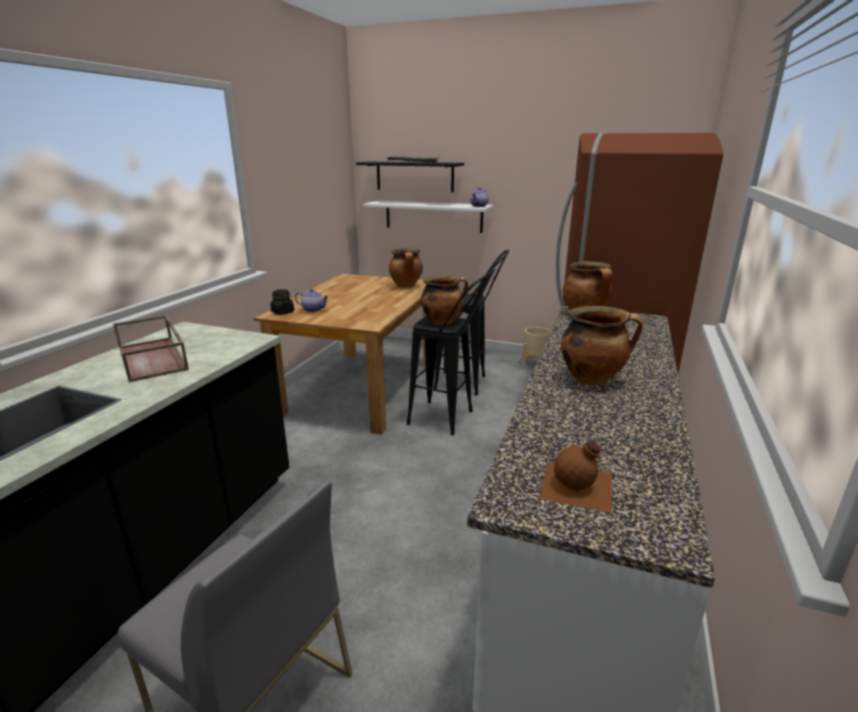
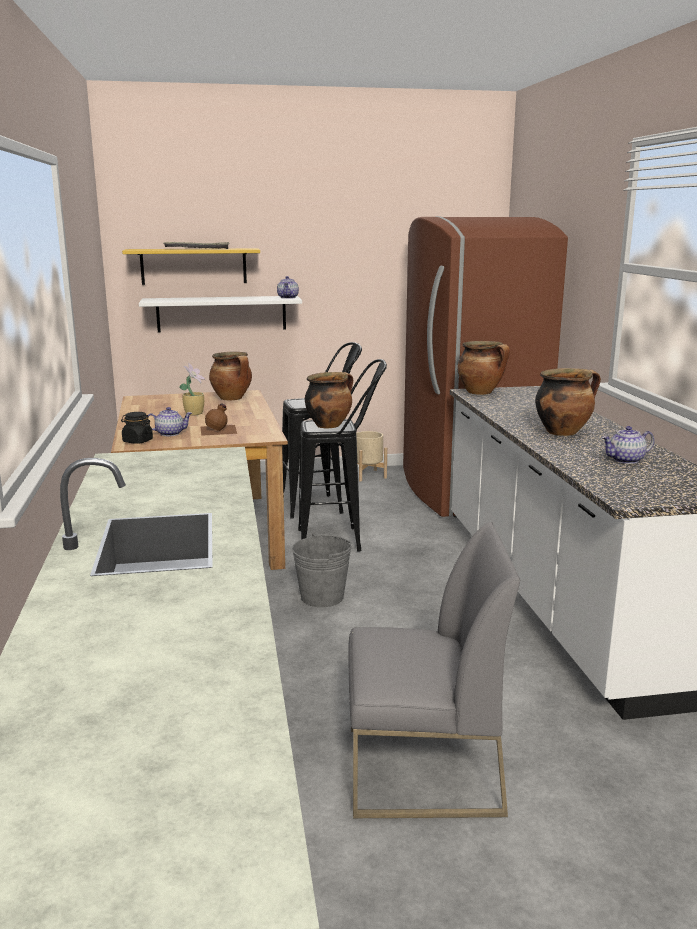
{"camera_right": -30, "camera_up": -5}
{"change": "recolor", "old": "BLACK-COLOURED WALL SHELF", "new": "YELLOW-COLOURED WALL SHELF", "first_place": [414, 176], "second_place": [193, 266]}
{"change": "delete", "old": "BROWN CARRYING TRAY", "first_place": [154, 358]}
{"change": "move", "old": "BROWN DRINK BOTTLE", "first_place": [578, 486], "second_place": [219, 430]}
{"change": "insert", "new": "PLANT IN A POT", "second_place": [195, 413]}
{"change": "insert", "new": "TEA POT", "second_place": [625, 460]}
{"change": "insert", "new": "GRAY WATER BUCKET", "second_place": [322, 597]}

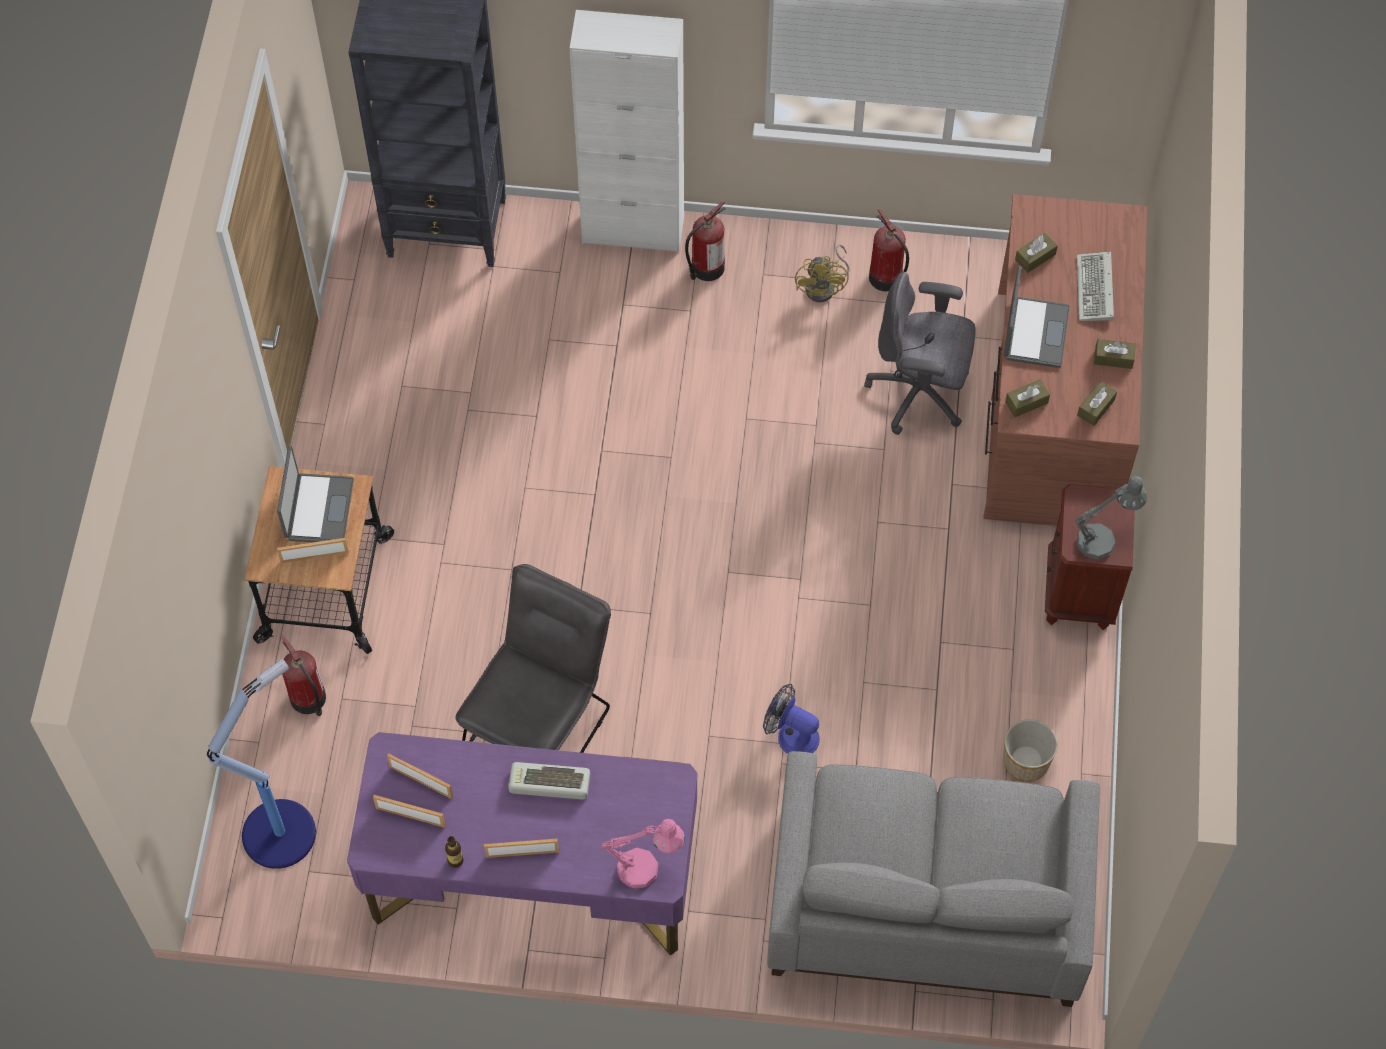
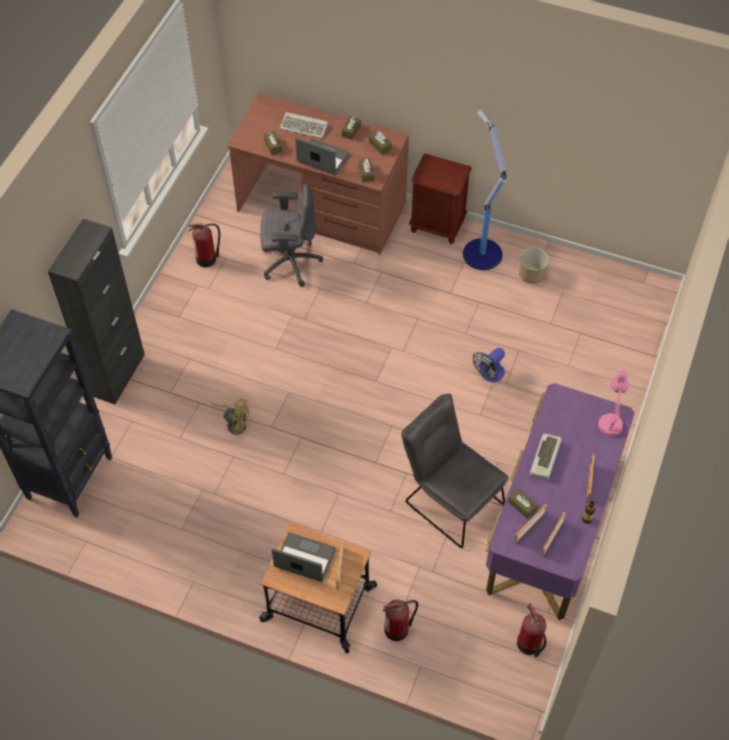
{"camera_right": -75, "camera_up": -5}
{"change": "recolor", "old": "WHITE CABINET", "new": "BLACK-COLOURED CABINET", "first_place": [633, 229], "second_place": [117, 375]}
{"change": "move", "old": "FIRE EXTINGUISHER", "first_place": [706, 268], "second_place": [529, 644]}
{"change": "move", "old": "YELLOW-COLOURED COOLING FAN", "first_place": [825, 287], "second_place": [235, 423]}
{"change": "rotate", "old": "GRAY OFFICE CHAIR", "first_place": [920, 393], "second_place": [290, 262], "degrees": -120}
{"change": "delete", "old": "GRAY TABLETOP LAMP", "first_place": [1103, 539]}
{"change": "move", "old": "STANDARD LAMP", "first_place": [281, 831], "second_place": [481, 253]}
{"change": "delete", "old": "GRAY SETTEE", "first_place": [927, 900]}
{"change": "insert", "new": "BROWN TISSUE BOX", "second_place": [522, 506]}

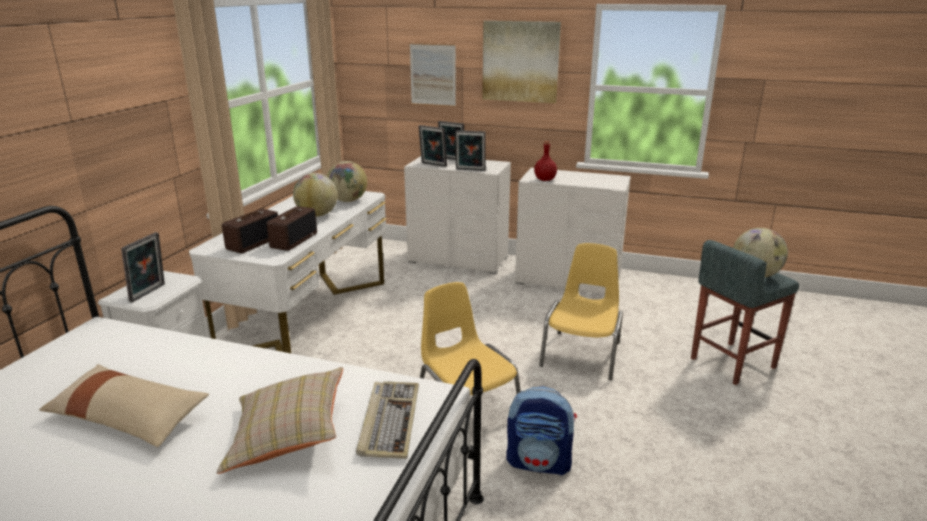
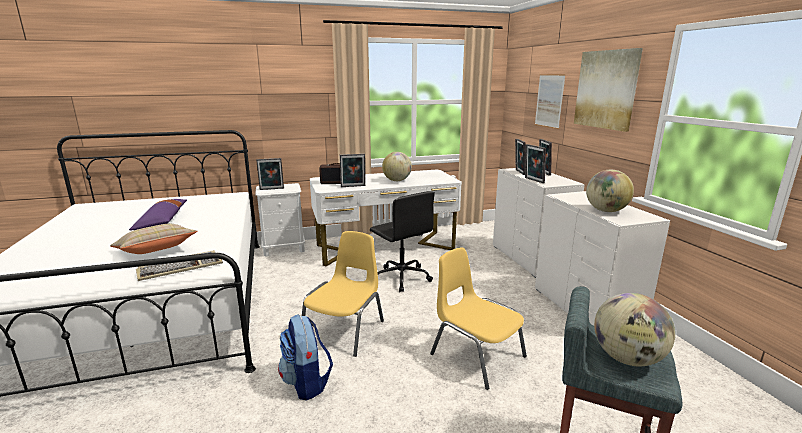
{"camera_right": 55, "camera_up": -5}
{"change": "delete", "old": "RED-COLOURED DRINK BOTTLE", "first_place": [544, 180]}
{"change": "move", "old": "DESK GLOBE", "first_place": [348, 201], "second_place": [606, 211]}
{"change": "replace", "old": "RADIO", "new": "STANDING FRAME", "first_place": [294, 240], "second_place": [353, 186]}
{"change": "rotate", "old": "YELLOW-COLOURED UPRIGHT CHAIR", "first_place": [582, 354], "second_place": [476, 355], "degrees": -120}
{"change": "recolor", "old": "SAND-COLOURED THROW PILLOW", "new": "PURPLE-COLOURED THROW PILLOW", "first_place": [128, 417], "second_place": [162, 222]}
{"change": "insert", "new": "BLACK-COLOURED OFFICE CHAIR", "second_place": [401, 277]}

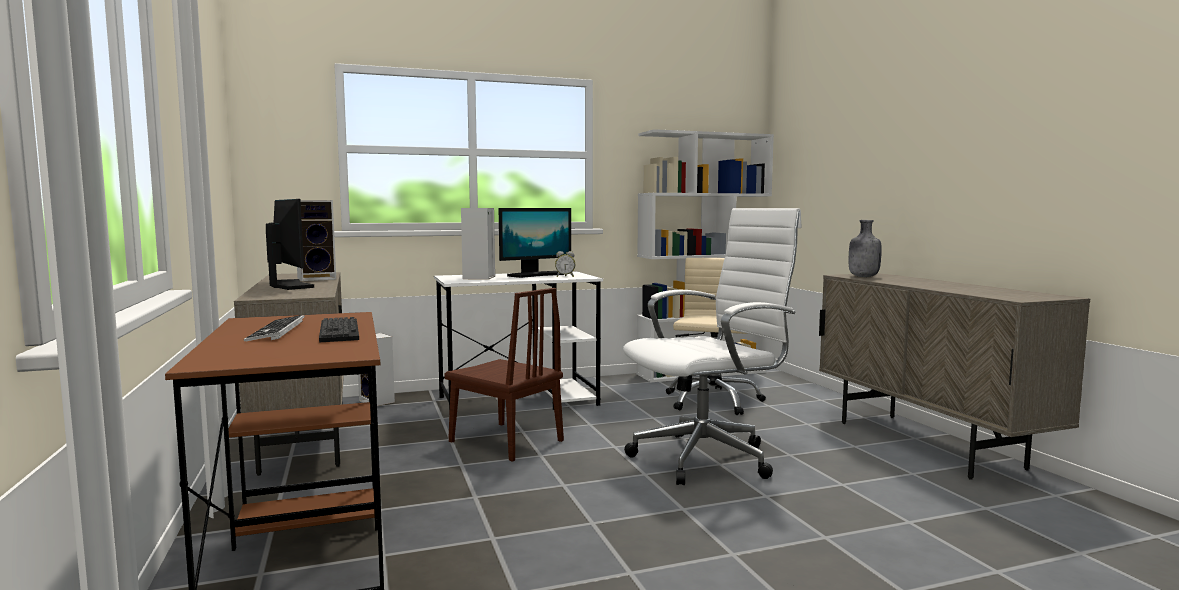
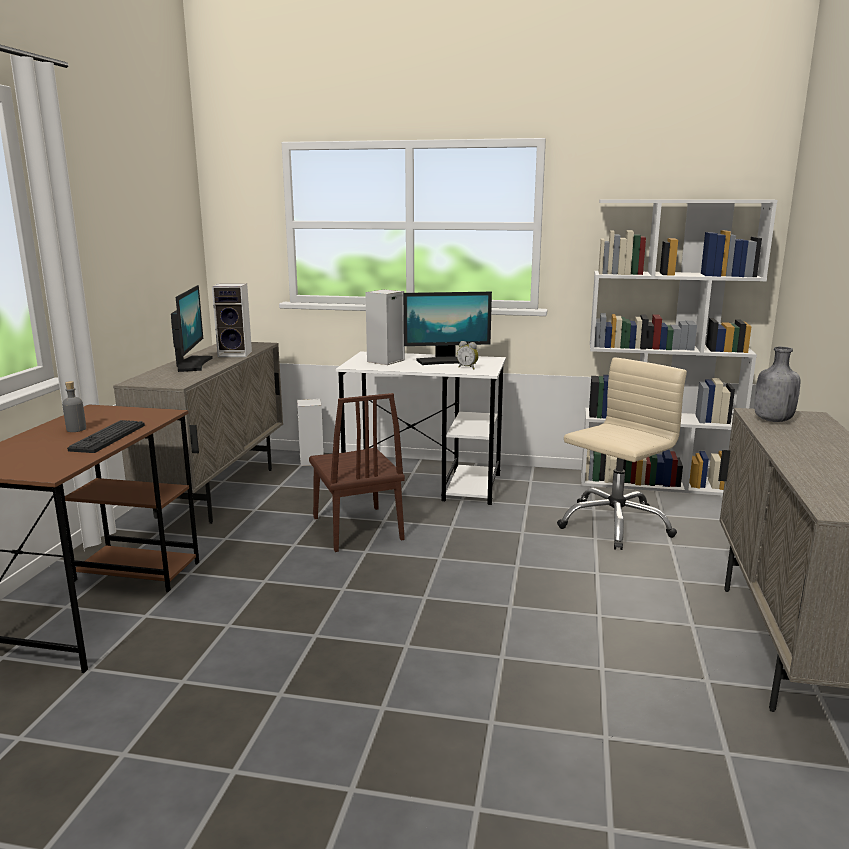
{"camera_right": 30, "camera_up": 10}
{"change": "delete", "old": "WHITE OFFICE CHAIR", "first_place": [708, 457]}
{"change": "replace", "old": "KEYBOARD", "new": "GRAY DRINK BOTTLE", "first_place": [276, 331], "second_place": [76, 429]}

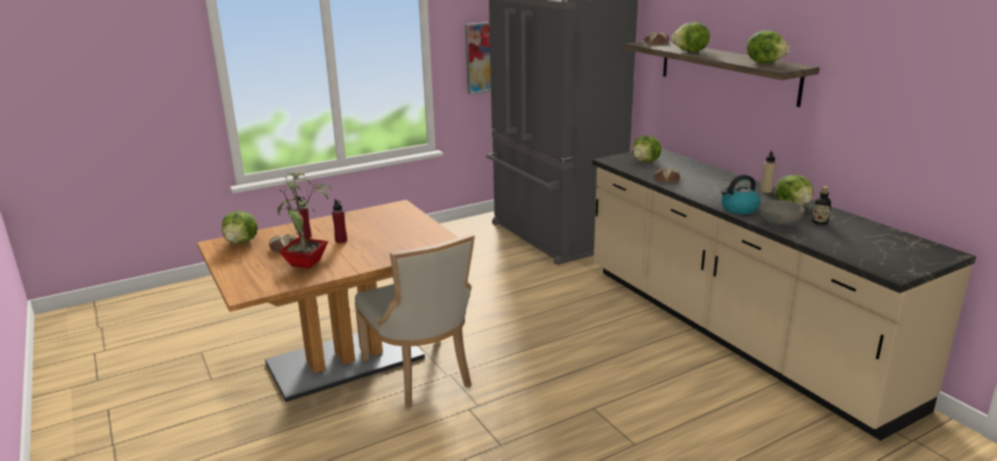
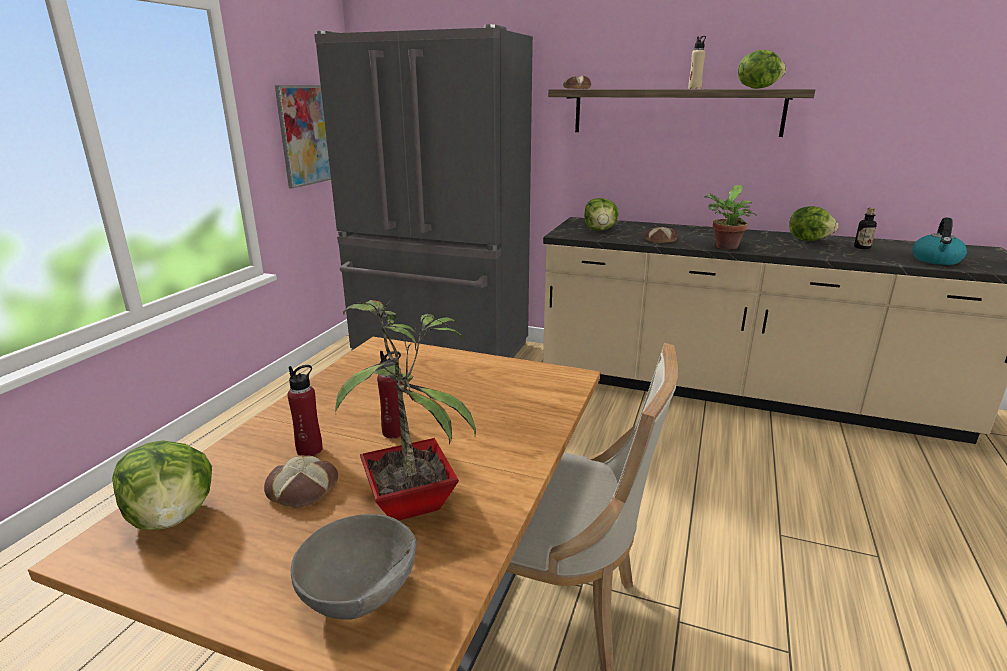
{"camera_right": -40, "camera_up": 0}
{"change": "delete", "old": "LETTUCE HEAD", "first_place": [690, 52]}
{"change": "move", "old": "SAND-COLOURED DRINK BOTTLE", "first_place": [766, 191], "second_place": [694, 88]}
{"change": "move", "old": "WATER KETTLE", "first_place": [739, 209], "second_place": [936, 260]}
{"change": "move", "old": "GRAY SERVING BOWL", "first_place": [779, 224], "second_place": [360, 592]}
{"change": "insert", "new": "PLANT IN A POT", "second_place": [725, 247]}

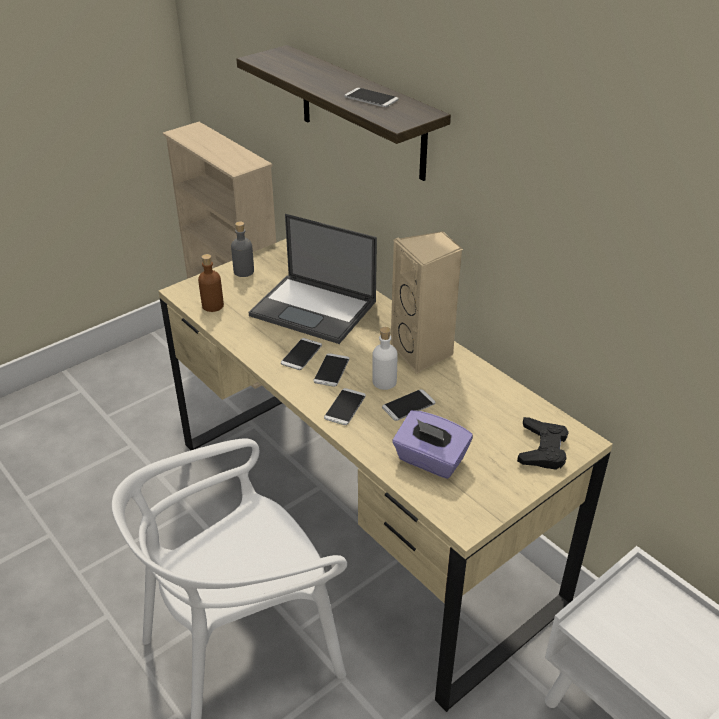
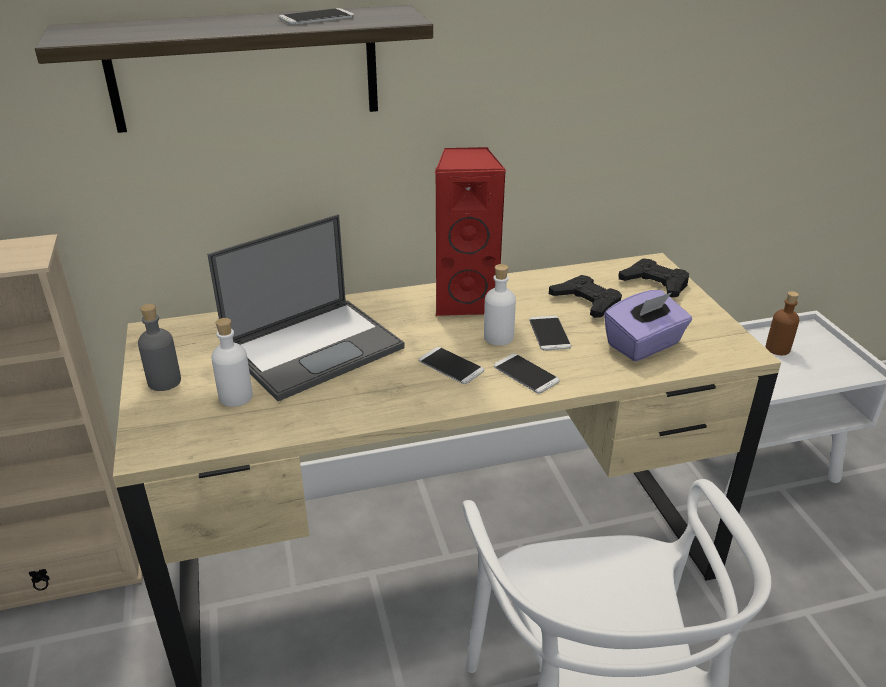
{"camera_right": -65, "camera_up": -5}
{"change": "recolor", "old": "SAND-COLOURED SPEAKER", "new": "RED-COLOURED SPEAKER", "first_place": [423, 353], "second_place": [466, 301]}
{"change": "move", "old": "BROWN DRINK BOTTLE", "first_place": [212, 305], "second_place": [777, 349]}
{"change": "delete", "old": "TELEPHONE", "first_place": [301, 354]}
{"change": "insert", "new": "BLACK-COLOURED GAMEPAD", "second_place": [586, 302]}
{"change": "insert", "new": "WHITE DRINK BOTTLE", "second_place": [236, 396]}

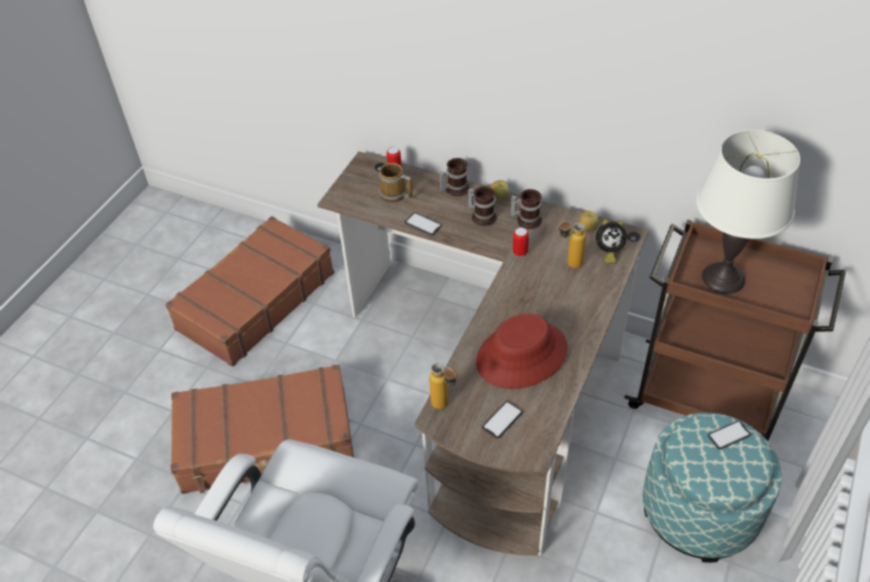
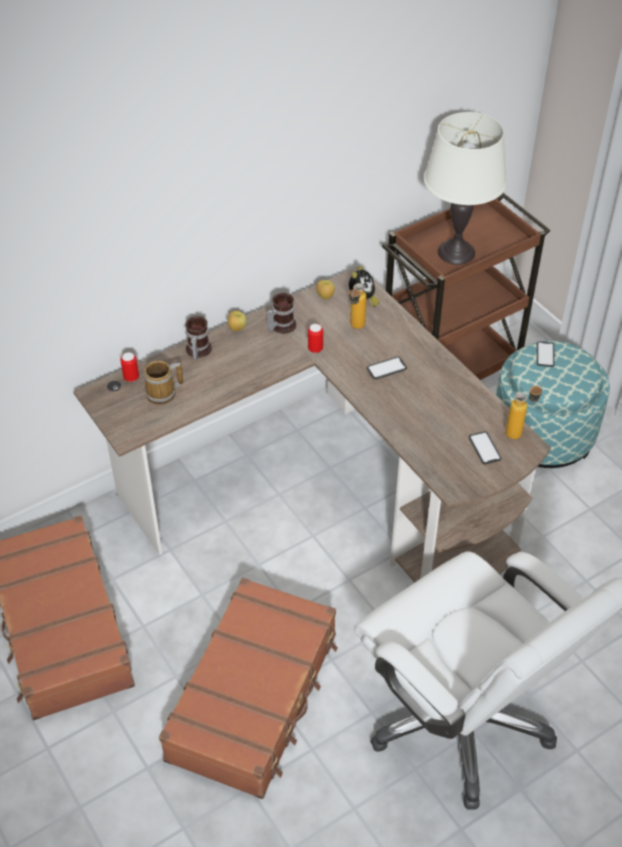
{"camera_right": -60, "camera_up": 0}
{"change": "delete", "old": "TEA MUG", "first_place": [482, 215]}
{"change": "move", "old": "TELEPHONE", "first_place": [423, 224], "second_place": [386, 368]}
{"change": "delete", "old": "RED-COLOURED HAT", "first_place": [522, 355]}
{"change": "move", "old": "DRINK BOTTLE", "first_place": [445, 406], "second_place": [519, 432]}

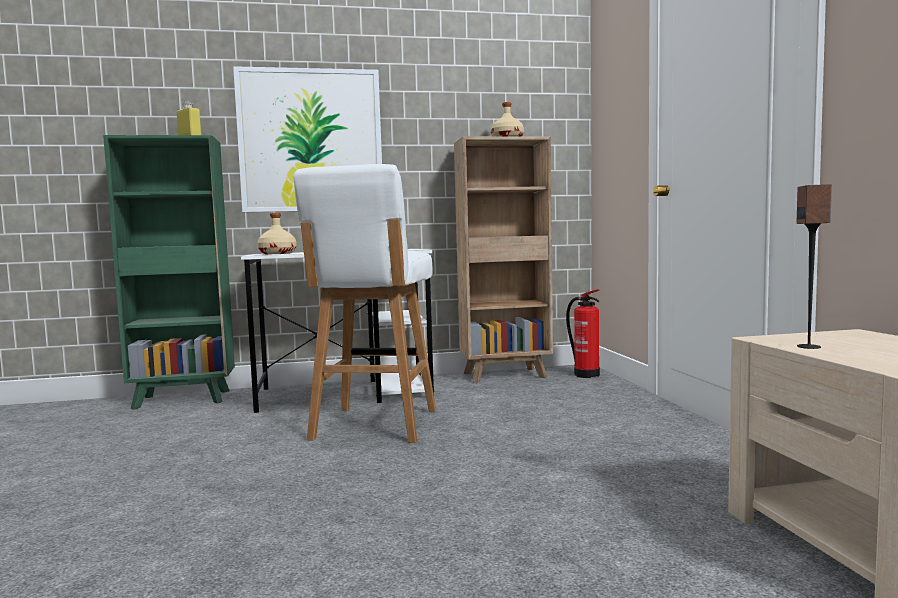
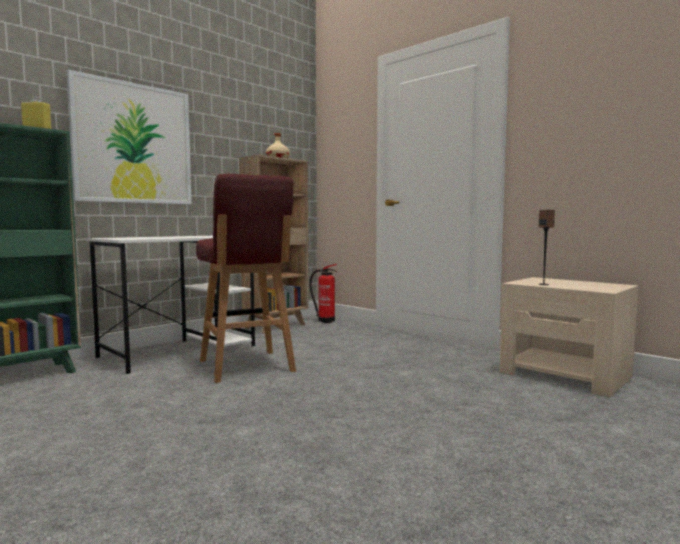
{"camera_right": -35, "camera_up": 0}
{"change": "recolor", "old": "WHITE STOOL SEAT", "new": "RED-COLOURED STOOL SEAT", "first_place": [374, 425], "second_place": [246, 366]}
{"change": "delete", "old": "SAND-COLOURED DRINK BOTTLE", "first_place": [278, 253]}

